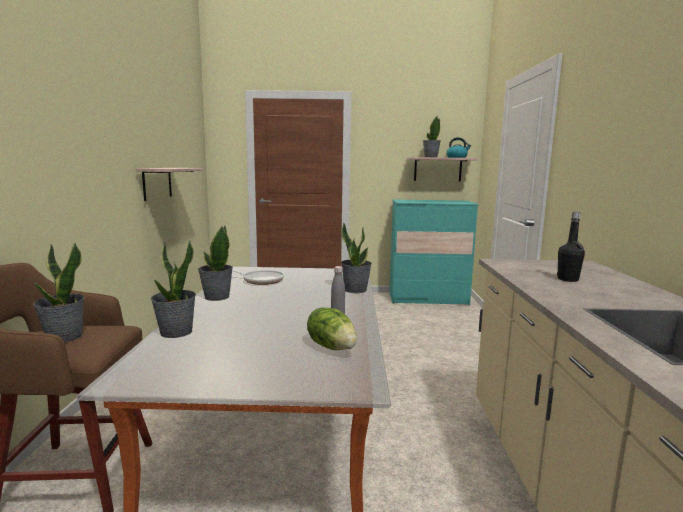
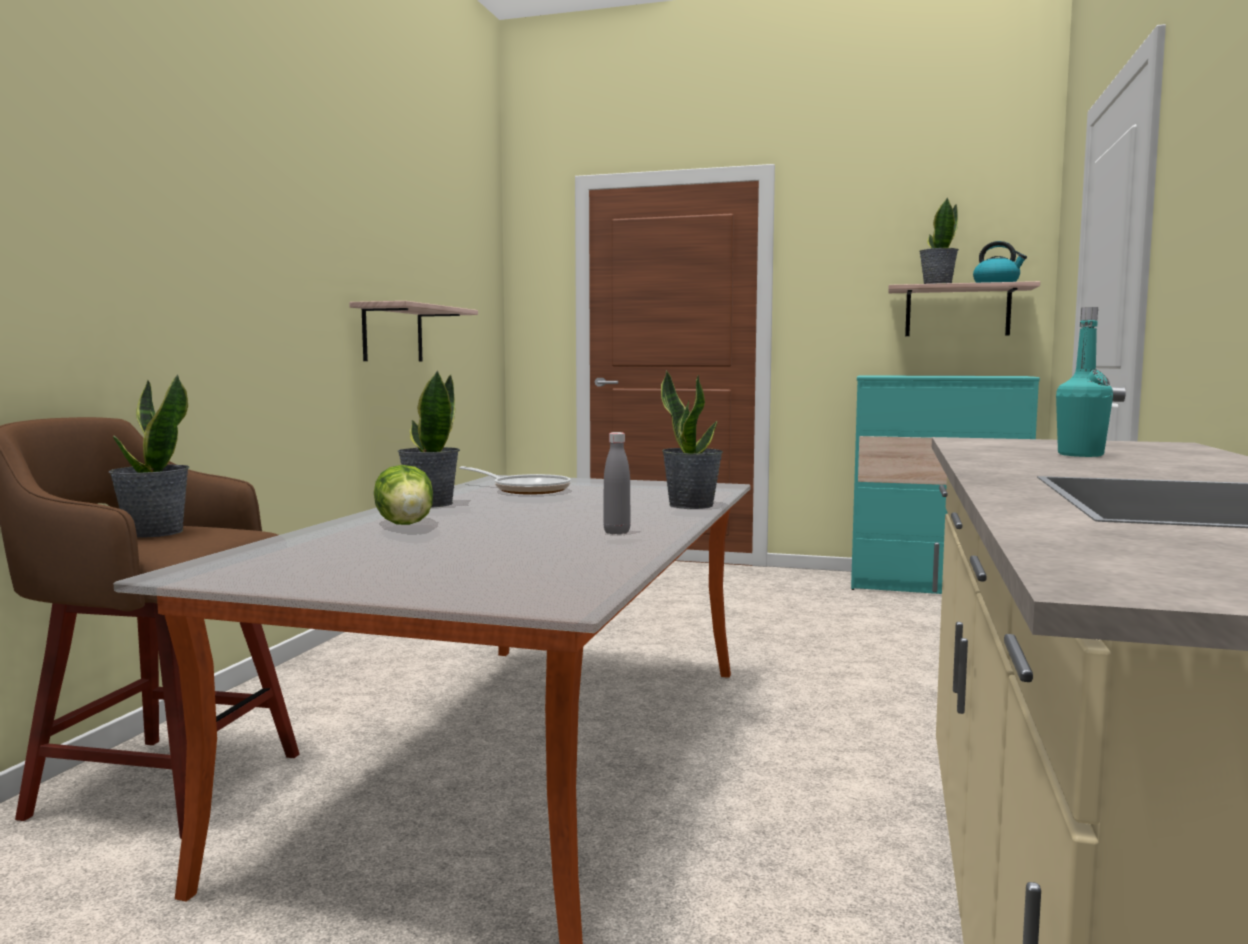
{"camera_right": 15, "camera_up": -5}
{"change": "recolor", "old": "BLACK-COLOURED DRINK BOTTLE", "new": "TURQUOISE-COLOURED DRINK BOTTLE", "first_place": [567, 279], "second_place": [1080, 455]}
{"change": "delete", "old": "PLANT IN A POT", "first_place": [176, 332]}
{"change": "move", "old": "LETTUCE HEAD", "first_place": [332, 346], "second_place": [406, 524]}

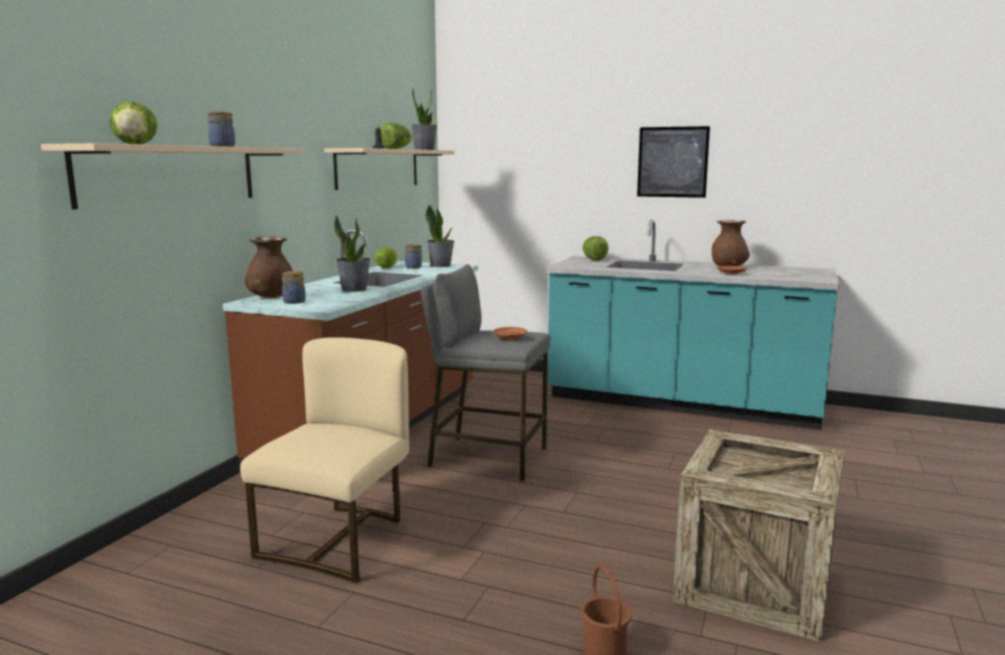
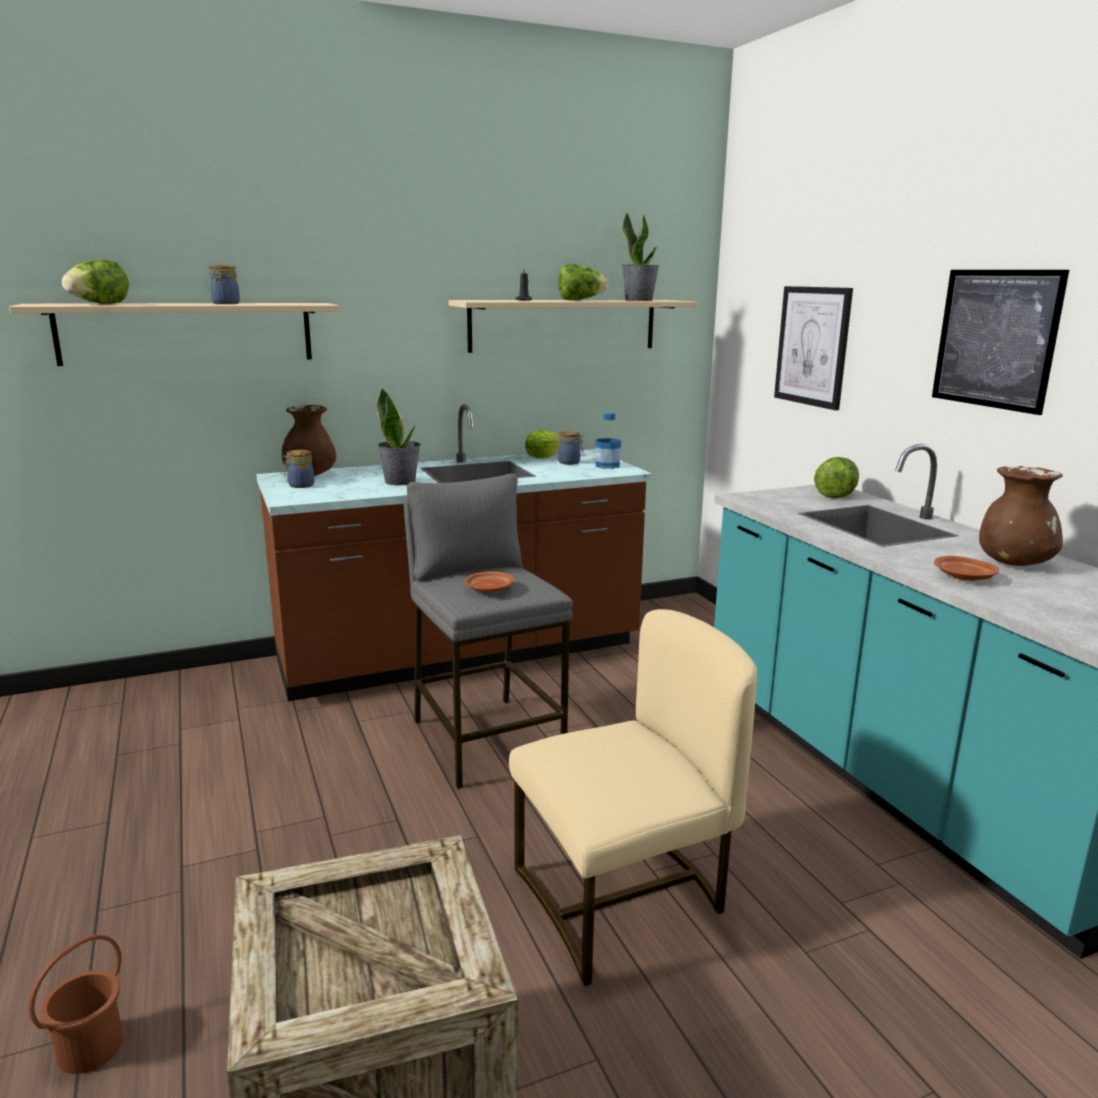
{"camera_right": 45, "camera_up": 5}
{"change": "replace", "old": "PLANT IN A POT", "new": "DRINK BOTTLE", "first_place": [441, 265], "second_place": [607, 465]}
{"change": "move", "old": "SAND-COLOURED UPRIGHT CHAIR", "first_place": [338, 540], "second_place": [623, 899]}
{"change": "insert", "new": "WALL ART", "second_place": [812, 346]}

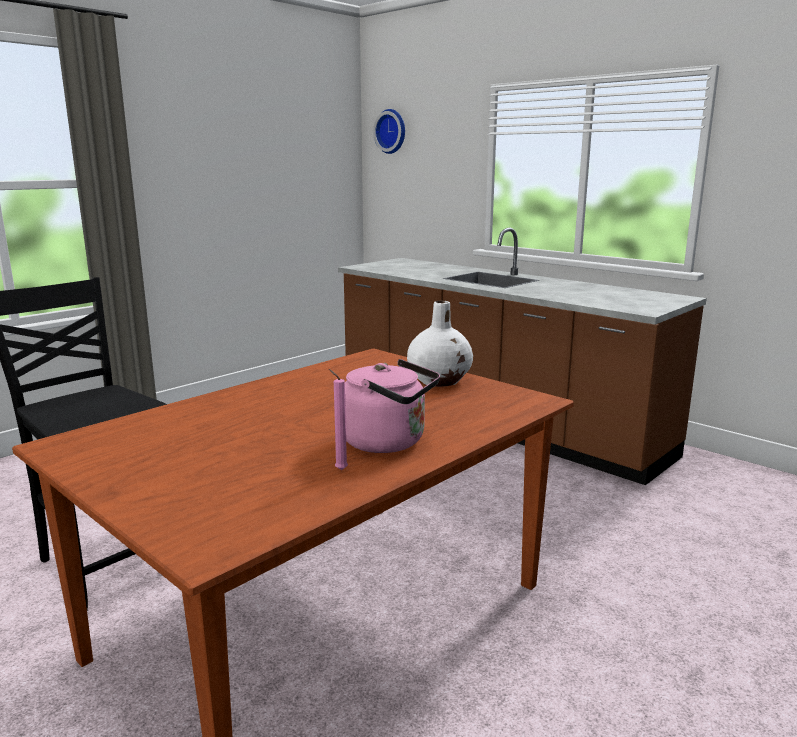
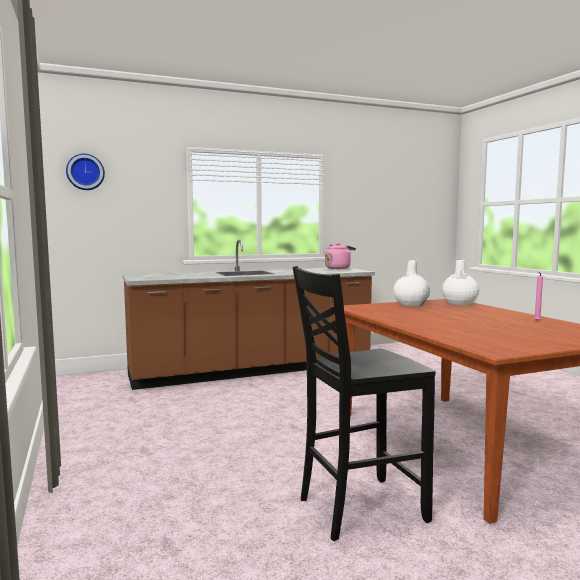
{"camera_right": -65, "camera_up": -10}
{"change": "move", "old": "PINK WATER KETTLE", "first_place": [389, 442], "second_place": [338, 268]}
{"change": "insert", "new": "WHITE FLOWER VASE", "second_place": [459, 303]}

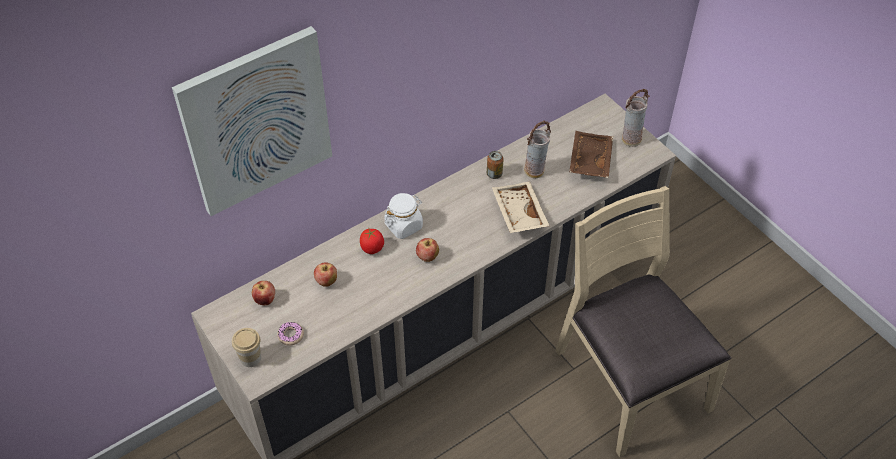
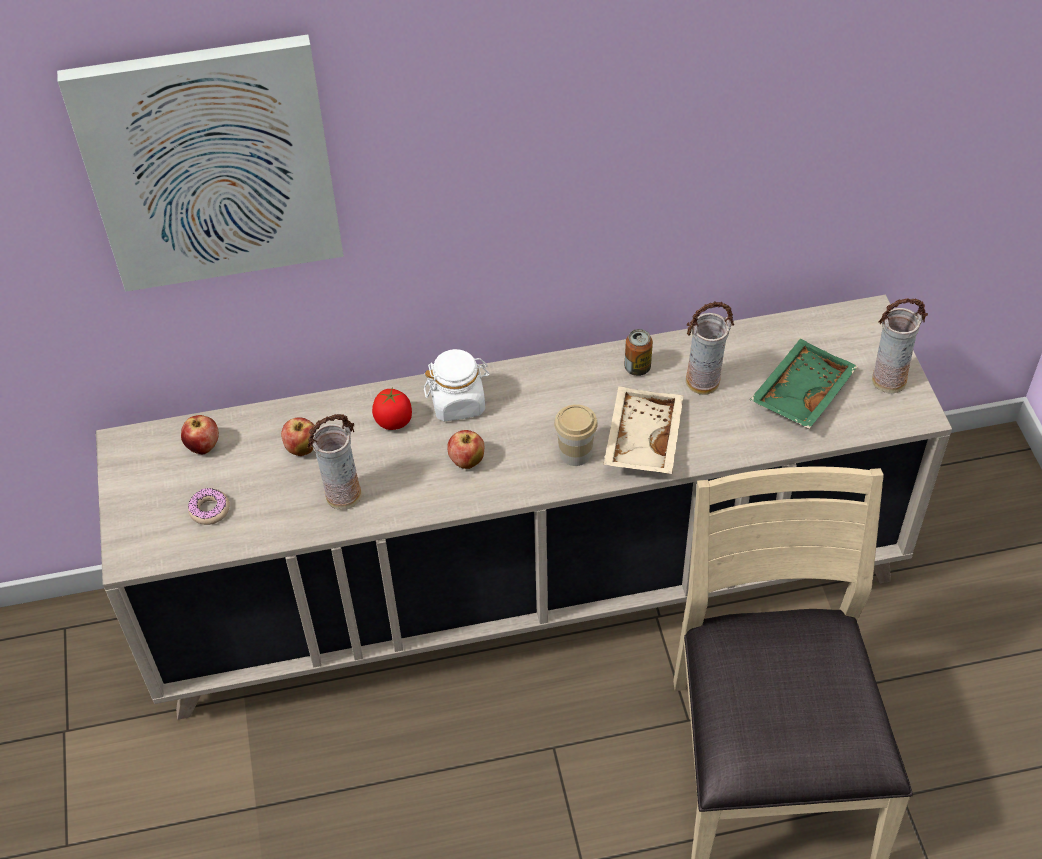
{"camera_right": 25, "camera_up": 0}
{"change": "recolor", "old": "BROWN CARRYING TRAY", "new": "GREEN-COLOURED CARRYING TRAY", "first_place": [589, 160], "second_place": [800, 392]}
{"change": "move", "old": "DRINKING CUP", "first_place": [250, 358], "second_place": [575, 453]}
{"change": "insert", "new": "FLOWER VASE", "second_place": [342, 494]}

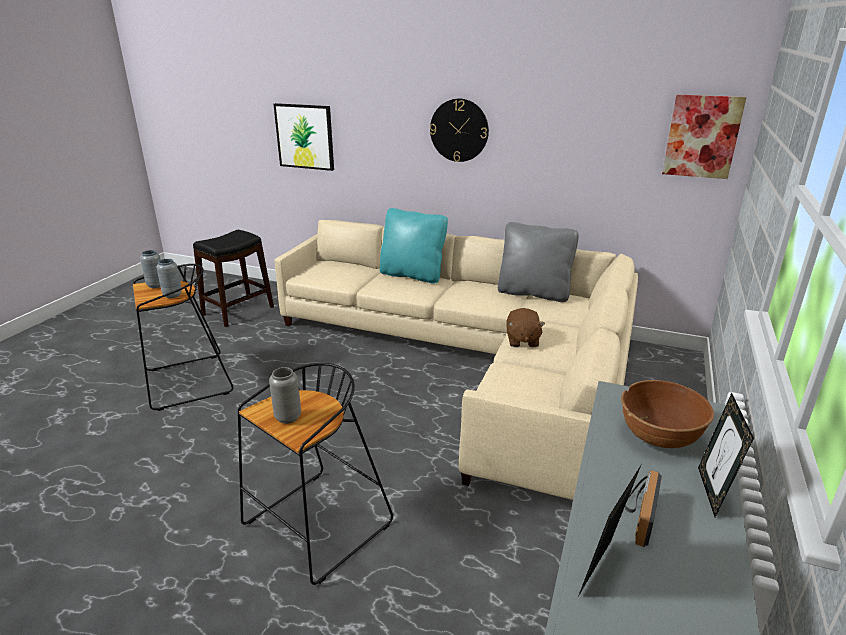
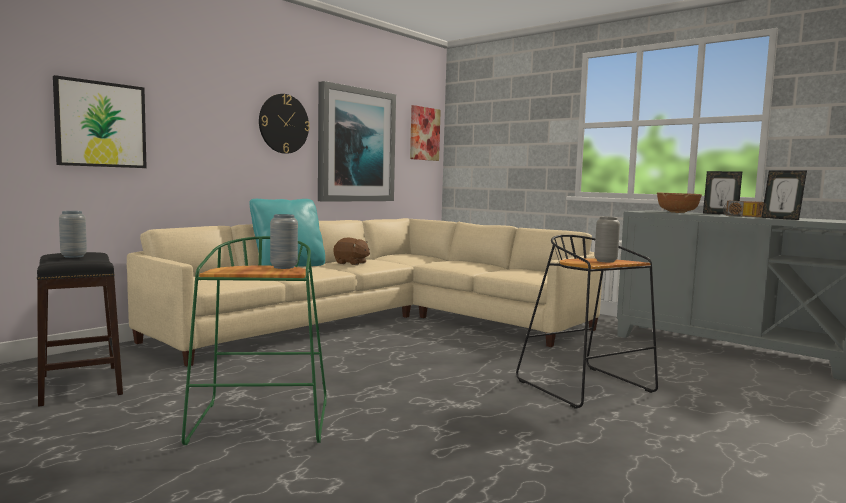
{"camera_right": -70, "camera_up": -20}
{"change": "delete", "old": "GRAY THROW PILLOW", "first_place": [533, 293]}
{"change": "move", "old": "GRAY FLOWER VASE", "first_place": [156, 285], "second_place": [73, 256]}
{"change": "recolor", "old": "BLACK-COLOURED STOOL SEAT", "new": "GREEN-COLOURED STOOL SEAT", "first_place": [186, 383], "second_place": [262, 423]}
{"change": "move", "old": "BROWN CUDDLY TOY", "first_place": [522, 341], "second_place": [351, 263]}
{"change": "insert", "new": "WALL ART", "second_place": [355, 145]}

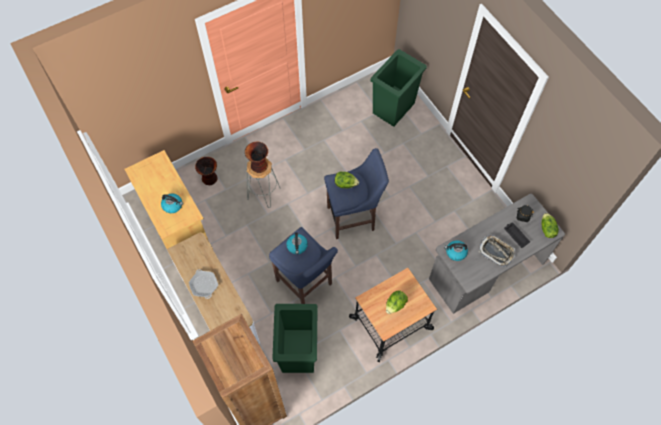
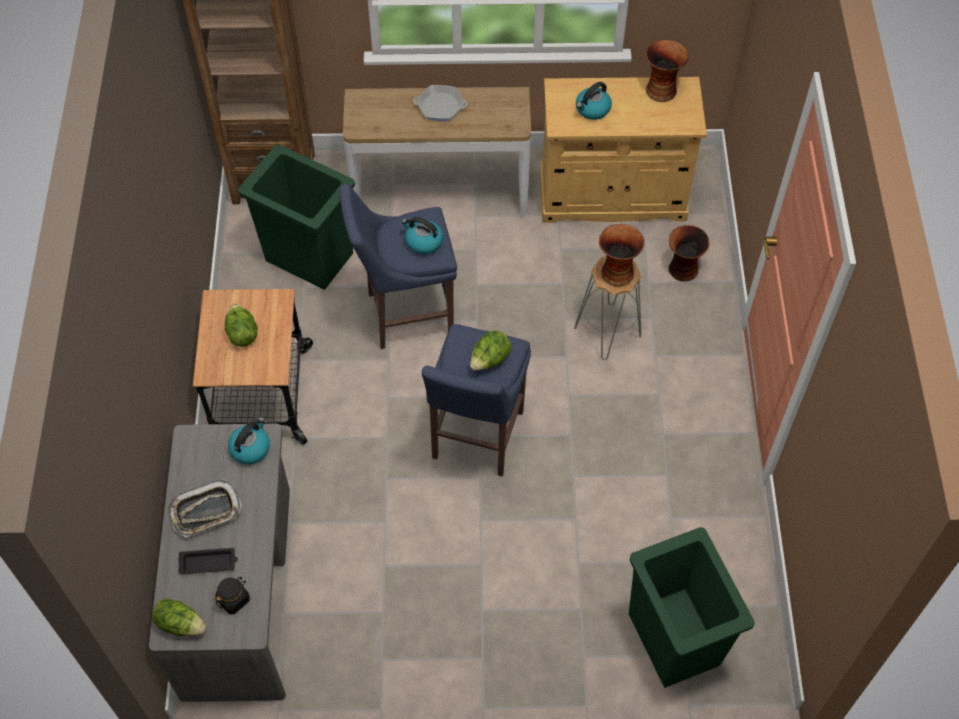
{"camera_right": 120, "camera_up": -5}
{"change": "insert", "new": "FLOWER VASE", "second_place": [661, 89]}

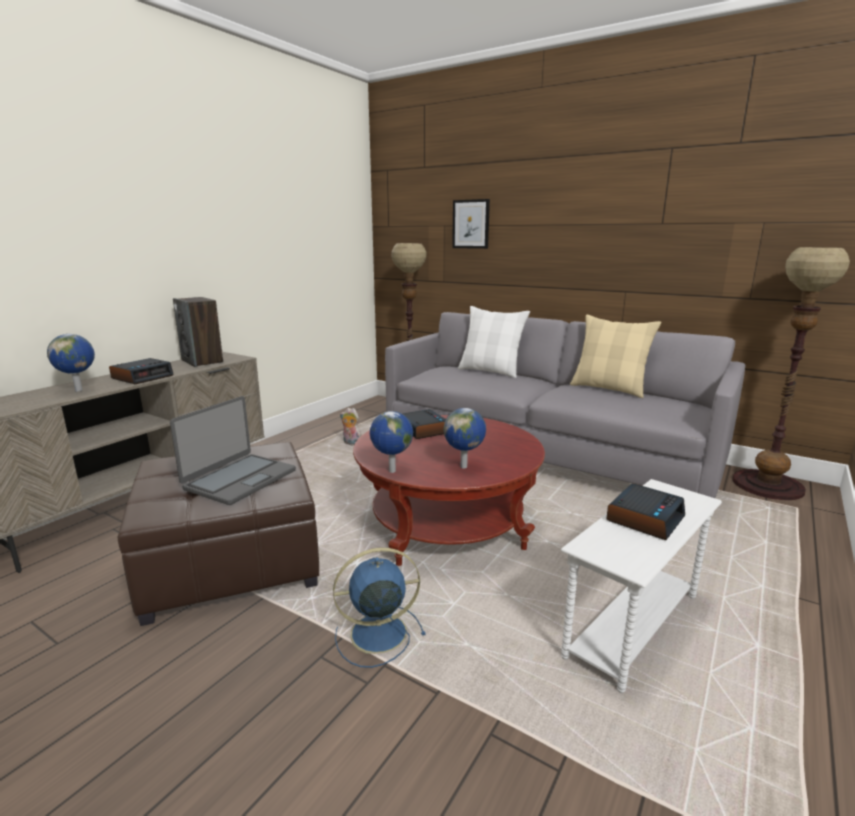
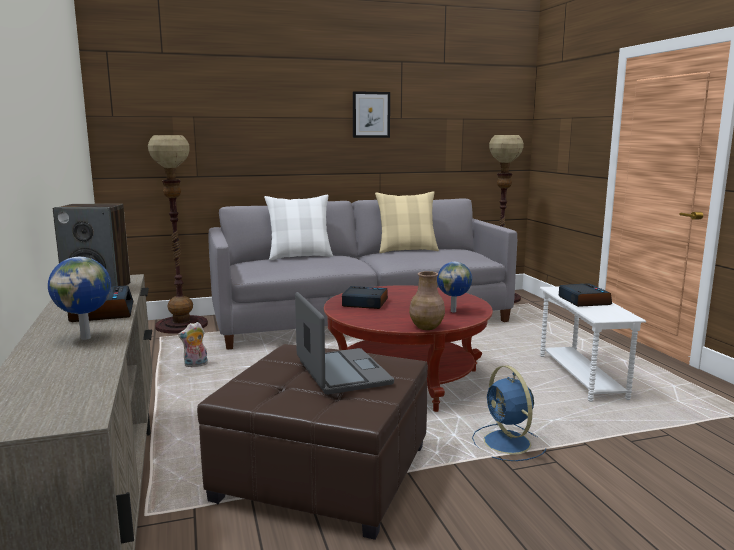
{"camera_right": -50, "camera_up": -5}
{"change": "move", "old": "WALL ART", "first_place": [471, 224], "second_place": [371, 114]}
{"change": "replace", "old": "DESK GLOBE", "new": "BROWN FLOWER VASE", "first_place": [391, 471], "second_place": [426, 327]}
{"change": "rotate", "old": "BLUE-COLOURED COOLING FAN", "first_place": [376, 633], "second_place": [508, 443], "degrees": -45}

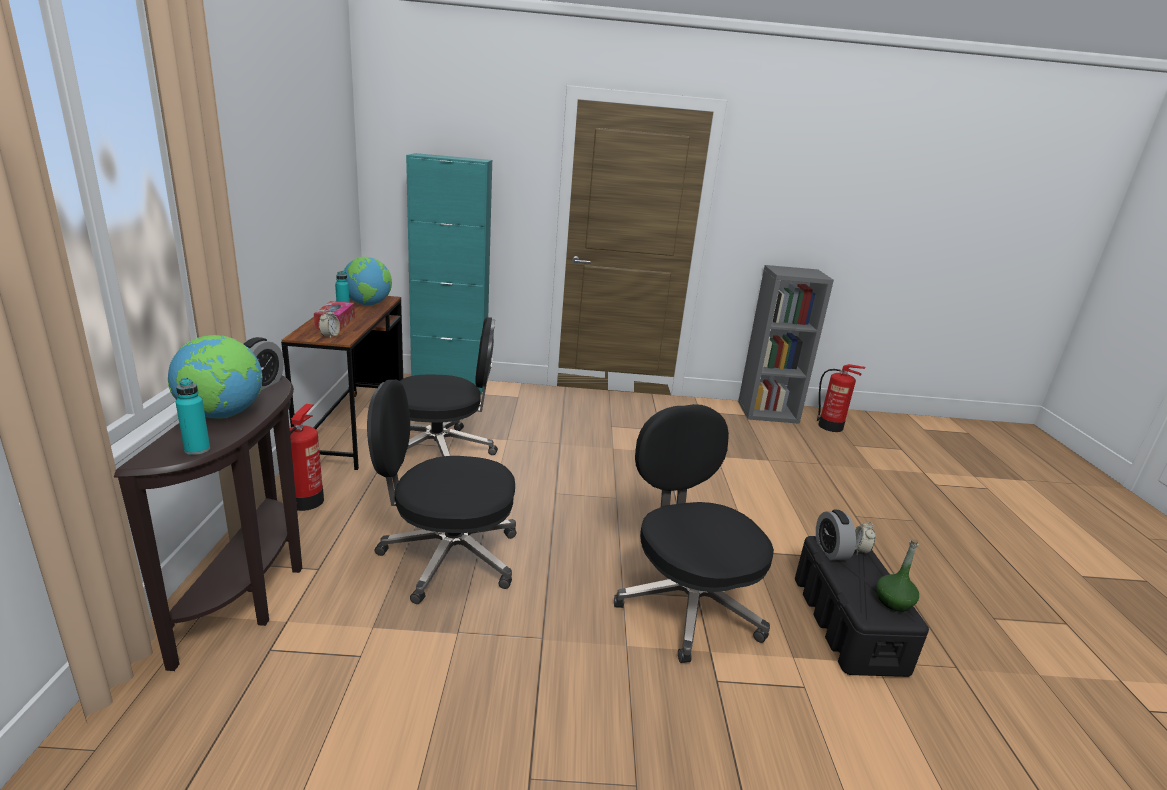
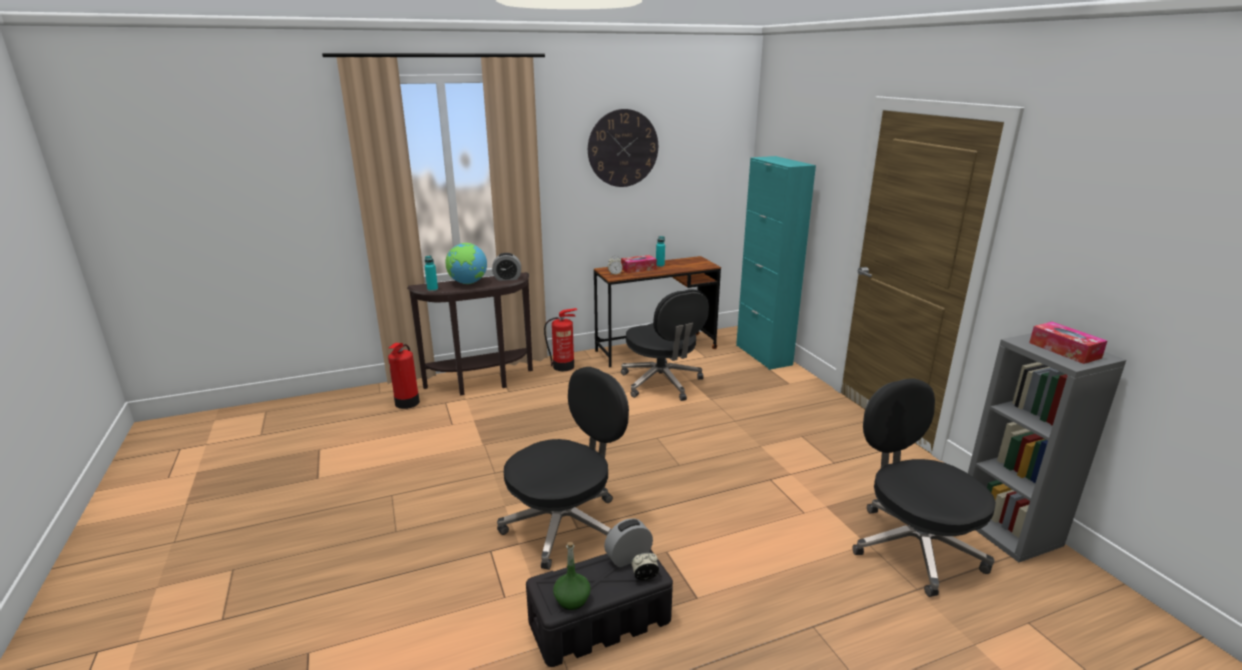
{"camera_right": 70, "camera_up": 0}
{"change": "delete", "old": "DESK GLOBE", "first_place": [368, 304]}
{"change": "move", "old": "FIRE EXTINGUISHER", "first_place": [831, 427], "second_place": [407, 403]}
{"change": "move", "old": "BLACK-COLOURED OFFICE CHAIR", "first_place": [447, 557], "second_place": [912, 546]}
{"change": "insert", "new": "WALL CLOCK", "second_place": [623, 148]}
{"change": "insert", "new": "TISSUE BOX", "second_place": [1064, 350]}

